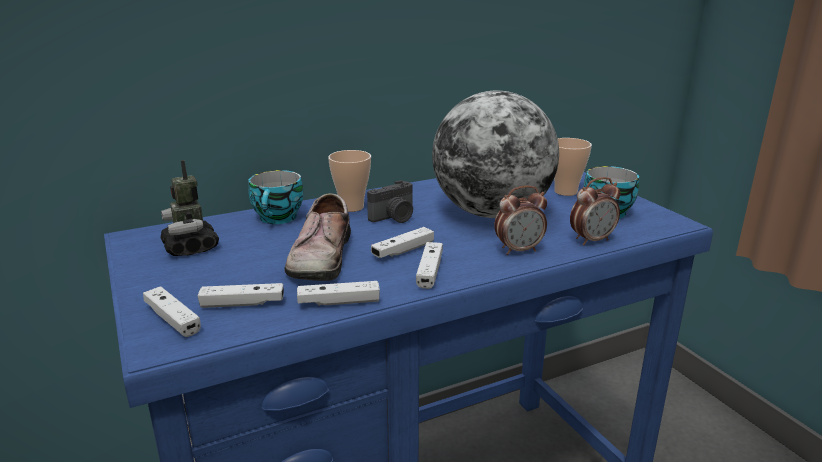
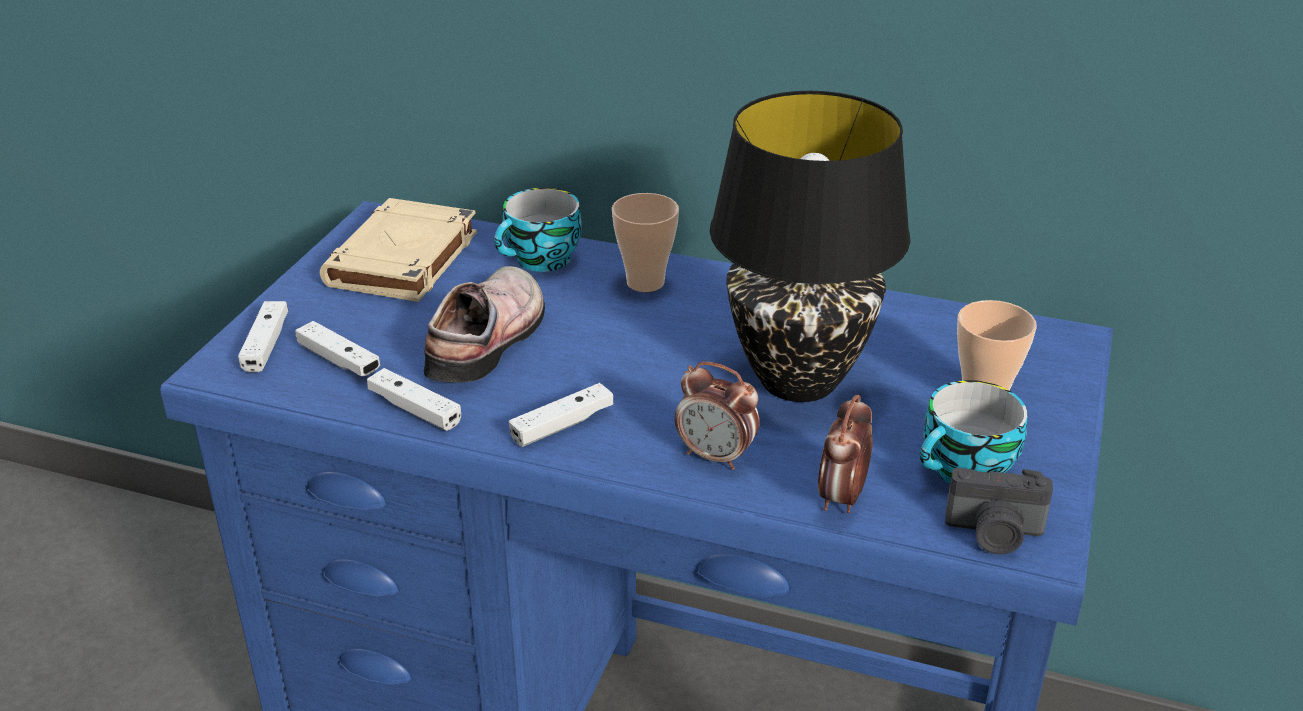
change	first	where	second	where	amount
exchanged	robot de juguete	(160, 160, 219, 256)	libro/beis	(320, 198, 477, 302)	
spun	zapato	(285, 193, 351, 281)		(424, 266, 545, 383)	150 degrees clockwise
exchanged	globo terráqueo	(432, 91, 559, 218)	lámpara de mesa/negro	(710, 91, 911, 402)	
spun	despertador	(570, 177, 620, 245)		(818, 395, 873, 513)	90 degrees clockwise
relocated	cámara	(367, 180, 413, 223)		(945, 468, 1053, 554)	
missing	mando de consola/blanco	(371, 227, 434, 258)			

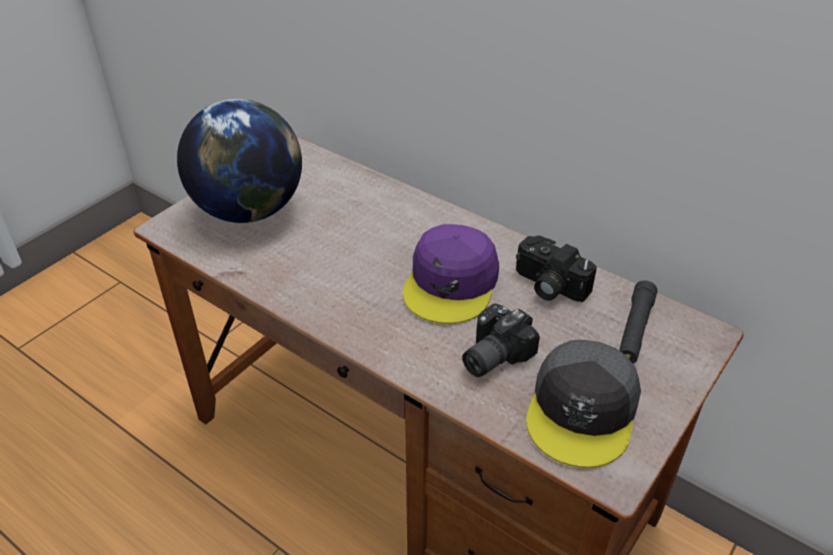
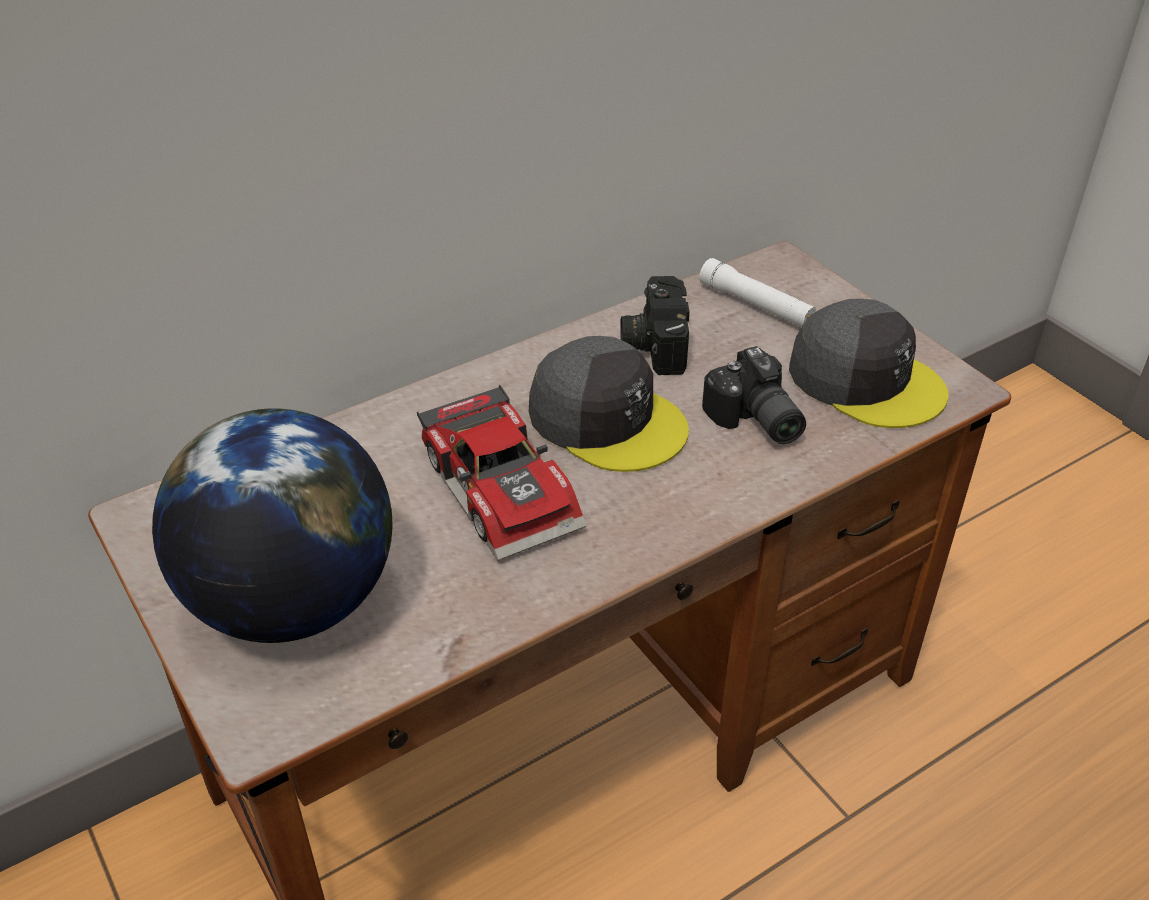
change	first	where	second	where	amount
appeared			coche de juguete	(417, 385, 586, 561)	
colour	gorra/morado	(403, 224, 499, 324)	gorra/gris	(529, 336, 689, 472)	
spun	cámara	(516, 235, 597, 302)		(620, 276, 690, 375)	120 degrees clockwise
colour	linterna/negro	(619, 280, 657, 363)	linterna/blanco	(699, 258, 816, 327)	

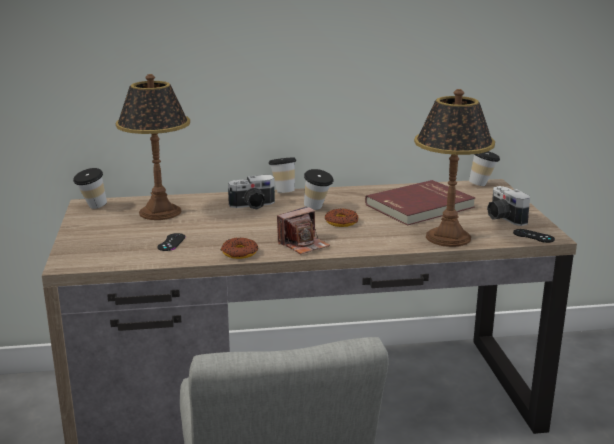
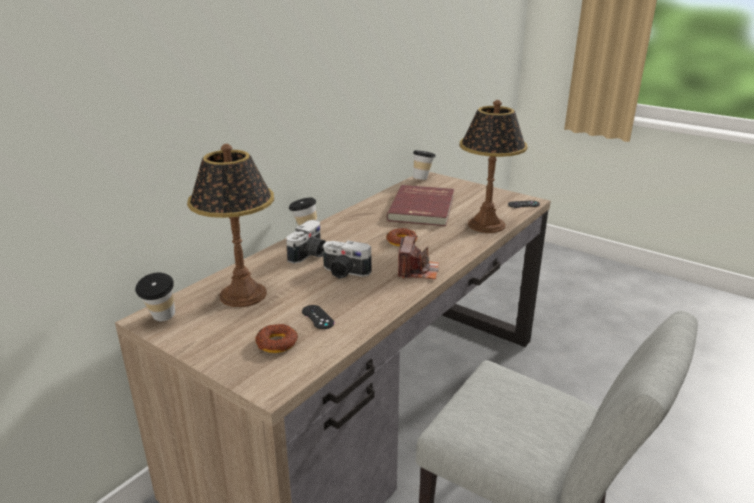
change	first	where	second	where	amount
relocated	rosquilla	(221, 237, 258, 259)		(255, 324, 298, 353)	
relocated	cámara	(487, 186, 530, 226)		(323, 240, 372, 279)	
missing	taza	(304, 169, 334, 210)			

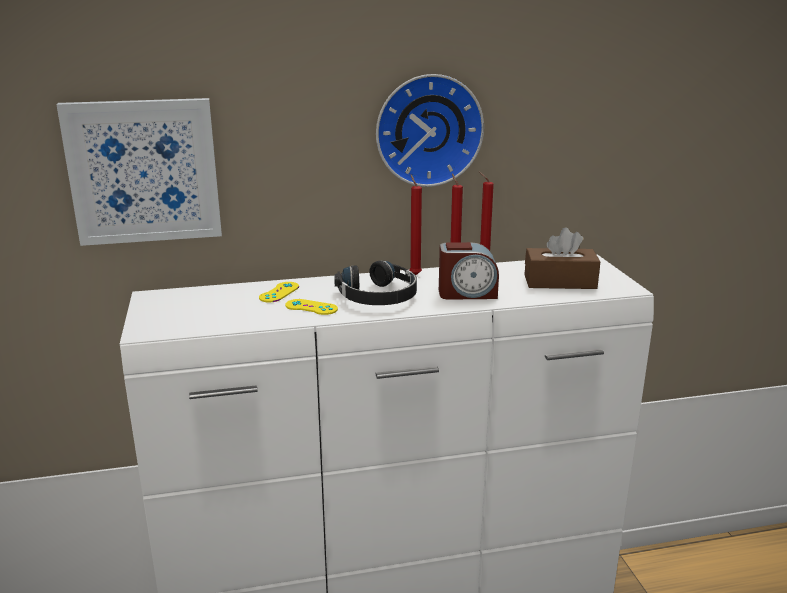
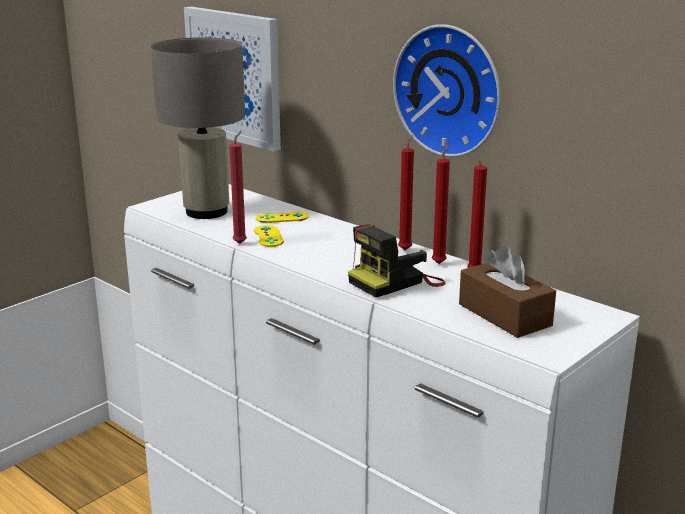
change	first	where	second	where	amount
appeared			lámpara de mesa/gris	(151, 37, 245, 219)	
appeared			vela/rojo	(229, 130, 247, 244)	
exchanged	despertador	(439, 242, 499, 300)	cámara	(348, 224, 446, 298)	
missing	auriculares/negro	(334, 261, 417, 305)			

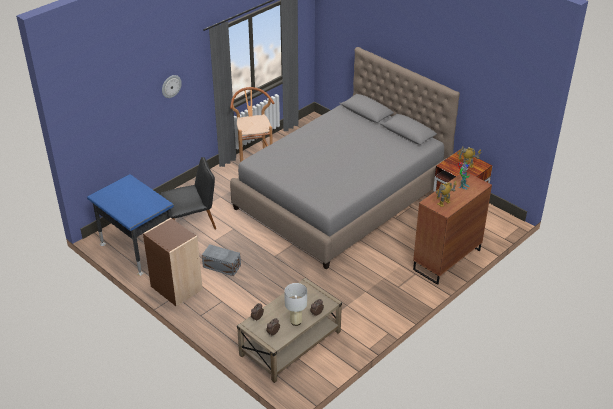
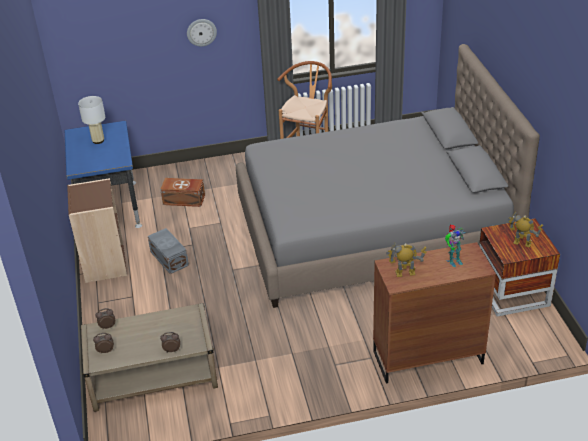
change	first	where	second	where	amount
relocated	lámpara de mesa/blanco	(284, 283, 307, 326)		(78, 96, 105, 144)	
exchanged	silla/negro	(160, 157, 216, 229)	caja de almacenaje/marrón	(160, 178, 205, 207)	

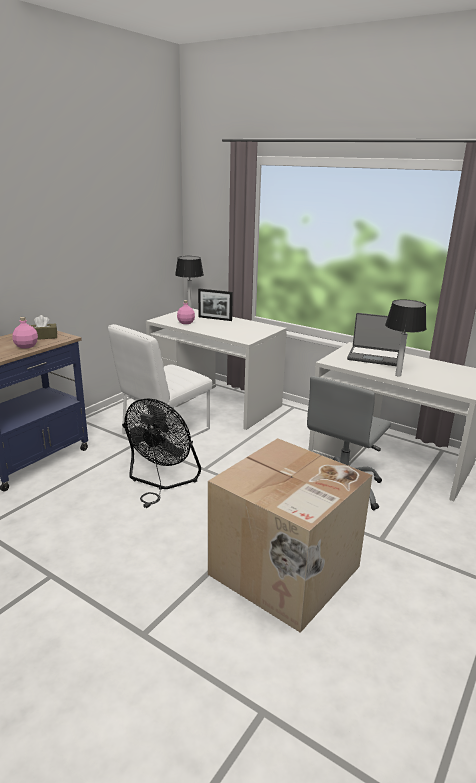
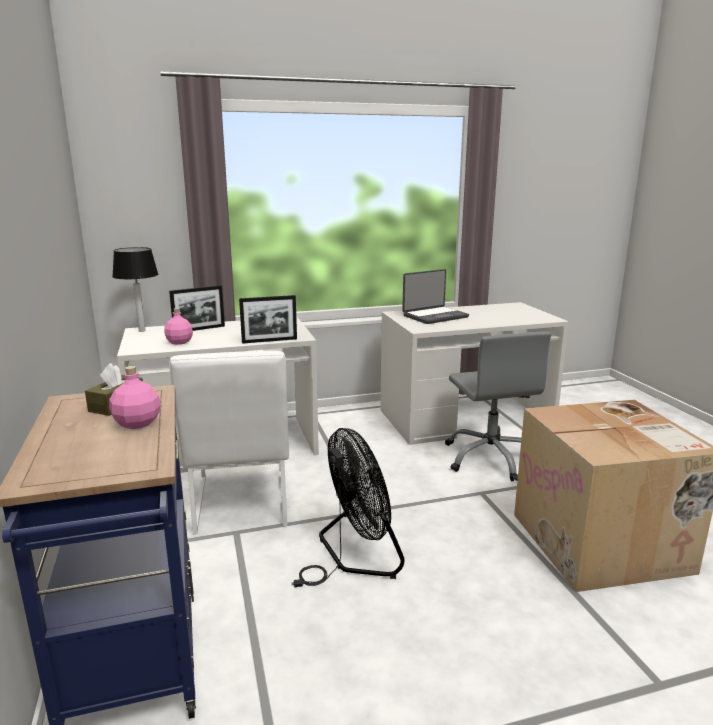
change	first	where	second	where	amount
appeared			portarretratos	(239, 295, 297, 344)	
spun	ventilador/negro	(122, 399, 201, 508)		(291, 428, 404, 587)	90 degrees clockwise
missing	lámpara de mesa	(385, 300, 427, 377)			

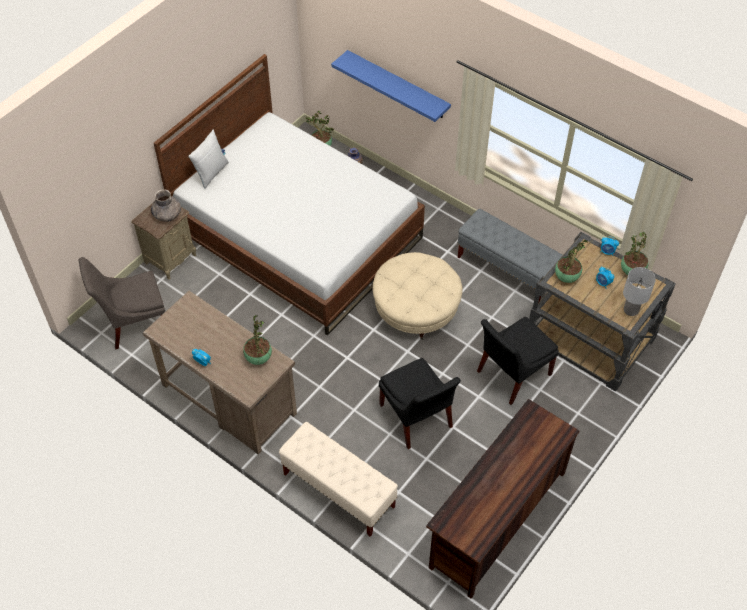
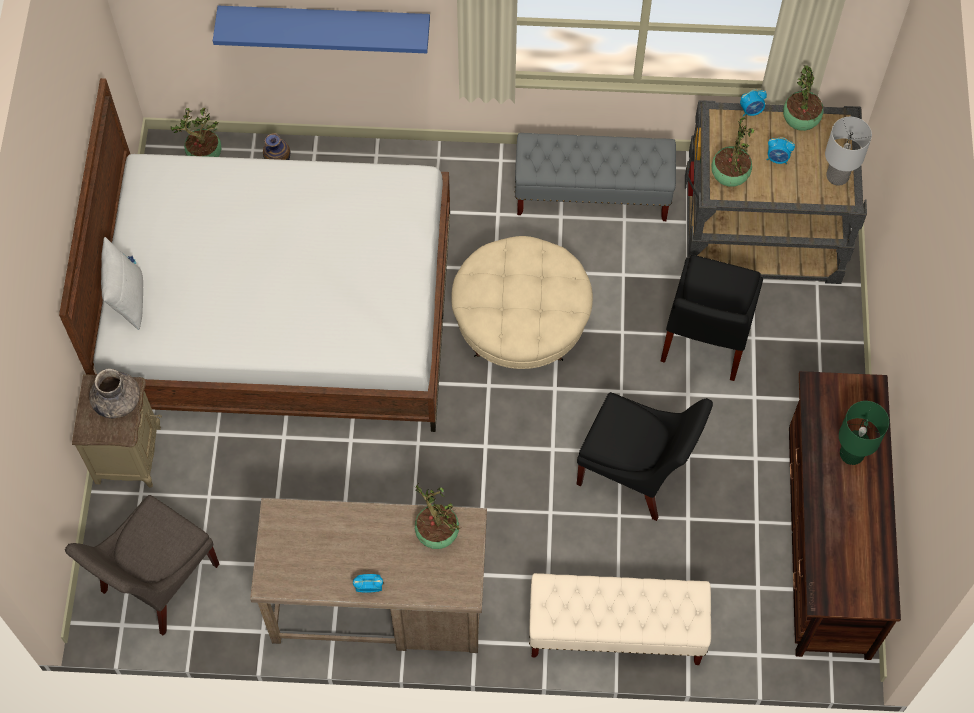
change	first	where	second	where	amount
appeared			lámpara de mesa/verde	(839, 401, 889, 465)	

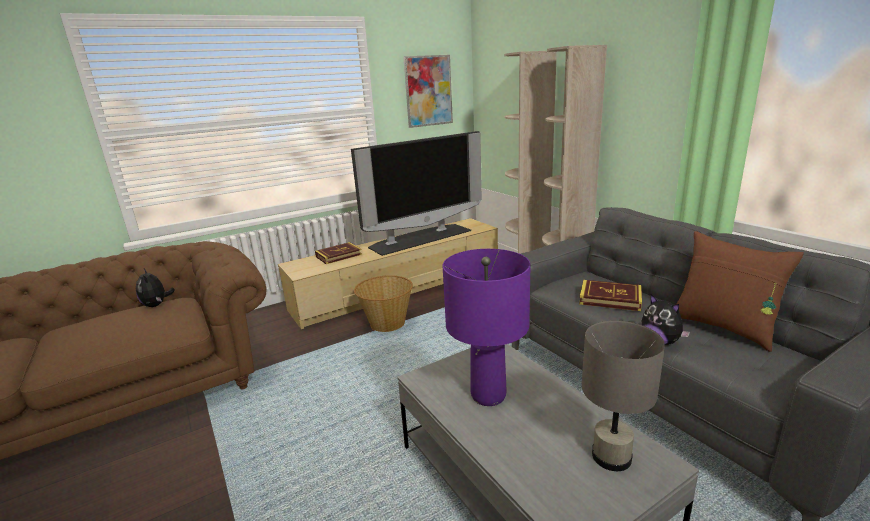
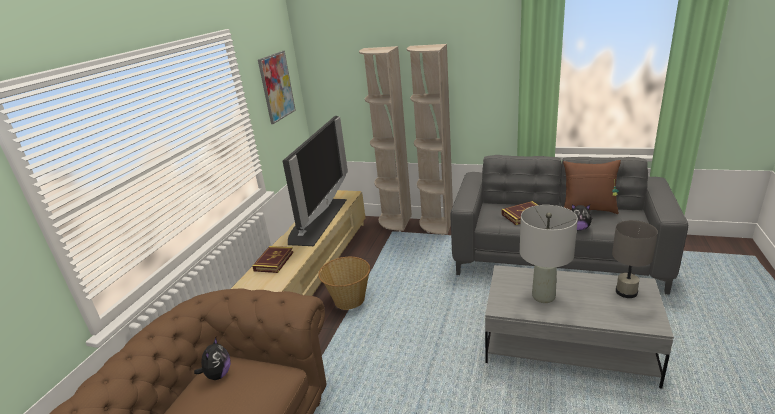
change	first	where	second	where	amount
spun	peluche	(136, 269, 174, 307)		(194, 337, 231, 380)	105 degrees counterclockwise
colour	lámpara de mesa/morado	(443, 249, 531, 406)	lámpara de mesa/gris	(520, 205, 578, 303)	

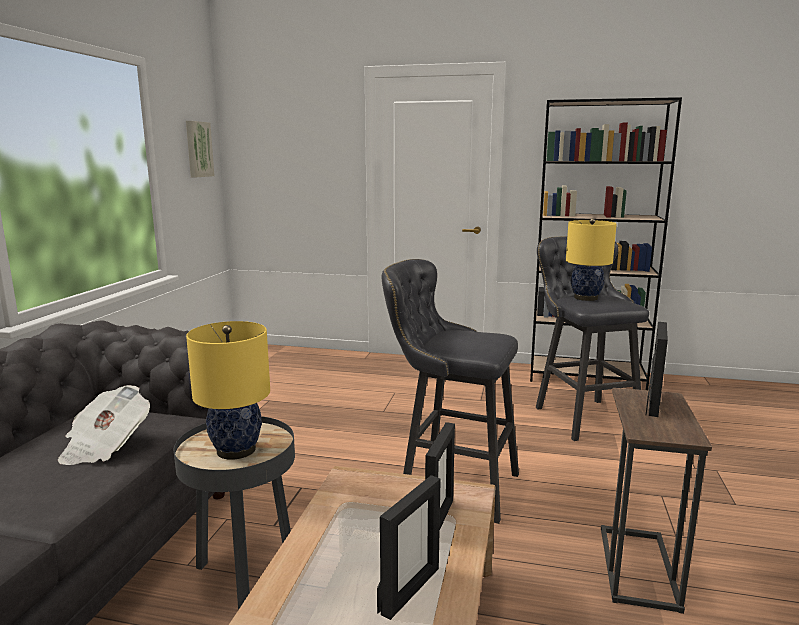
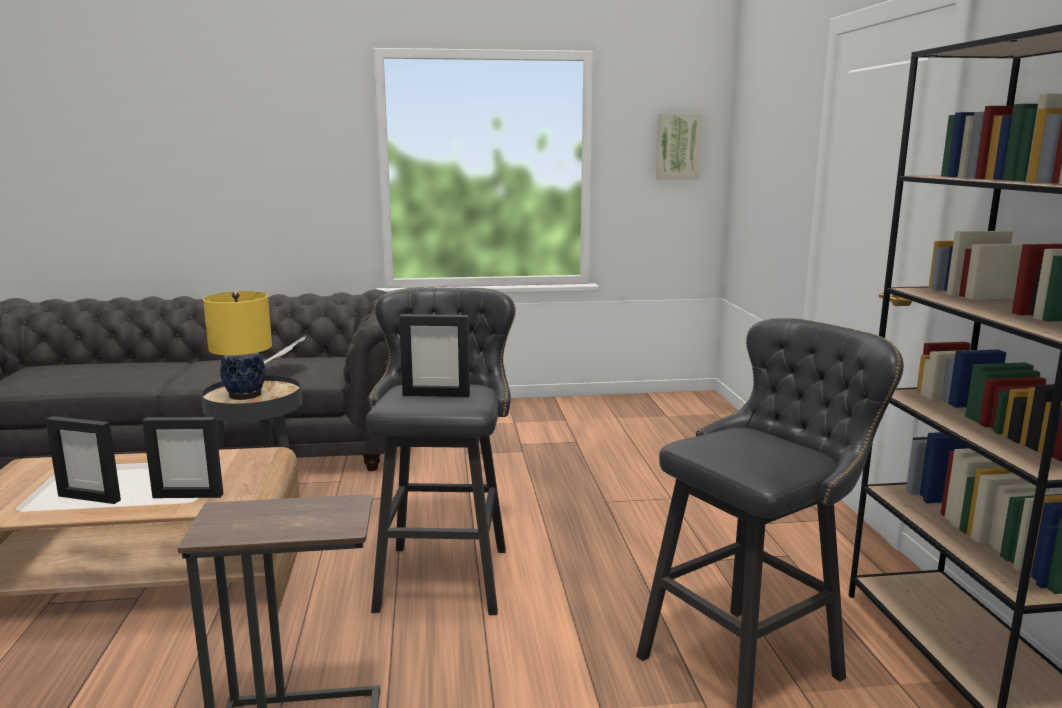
change	first	where	second	where	amount
relocated	portarretratos	(646, 322, 668, 417)		(399, 314, 470, 397)	
missing	lámpara de mesa/amarillo	(566, 218, 617, 301)			

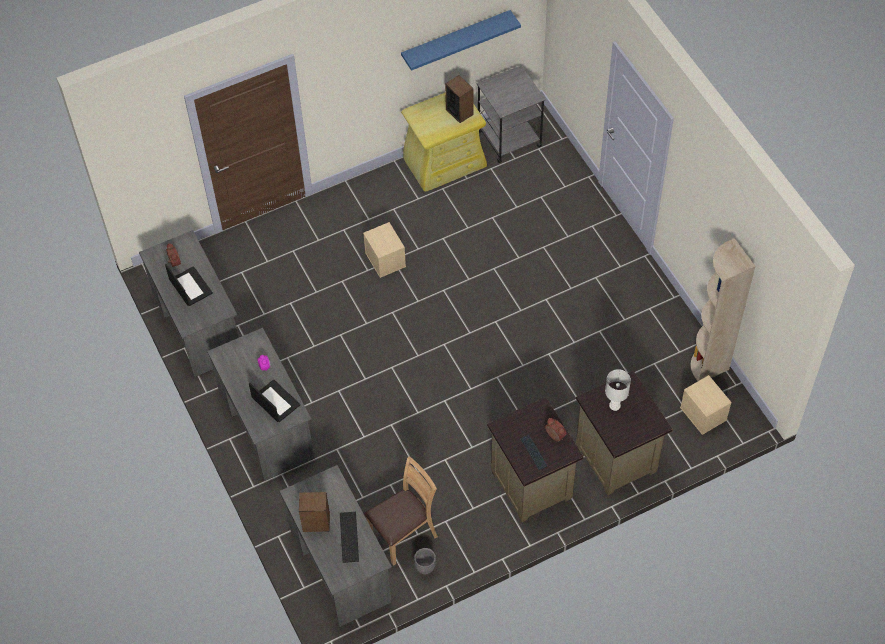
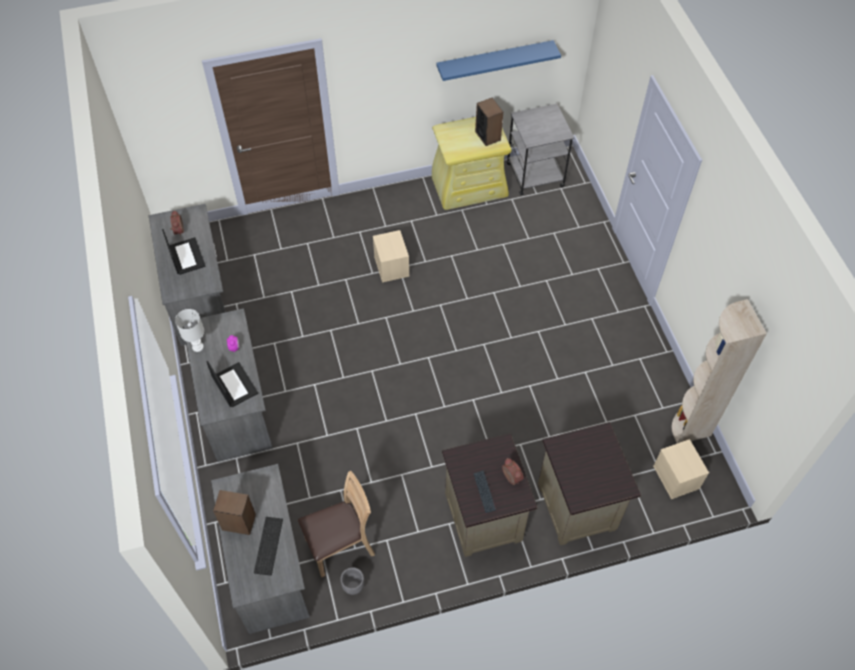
change	first	where	second	where	amount
relocated	lámpara de mesa/blanco	(605, 369, 631, 411)		(175, 309, 204, 352)	

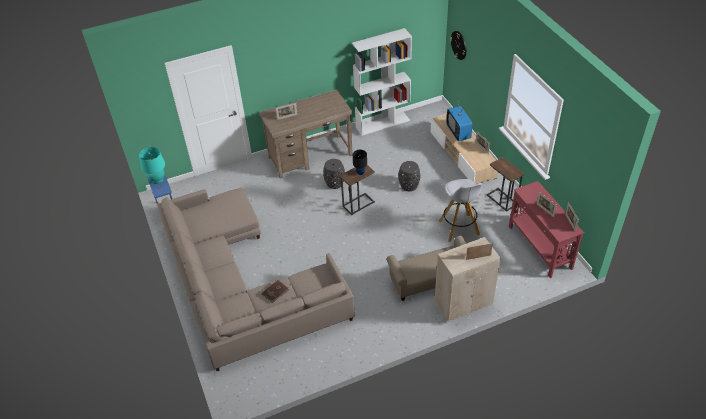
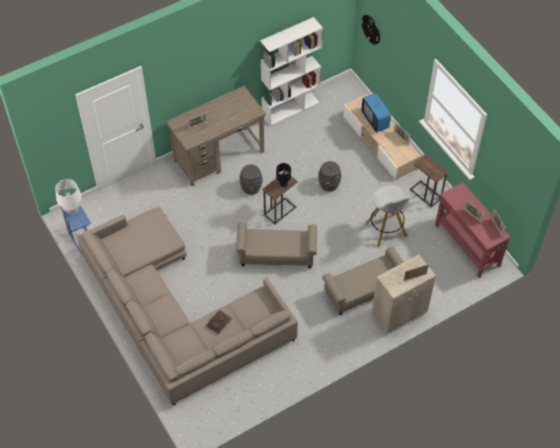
change	first	where	second	where	amount
colour	lámpara de mesa/turquesa	(139, 147, 165, 184)	lámpara de mesa/blanco	(55, 179, 82, 214)	
appeared			puf/beis	(236, 222, 317, 268)	

